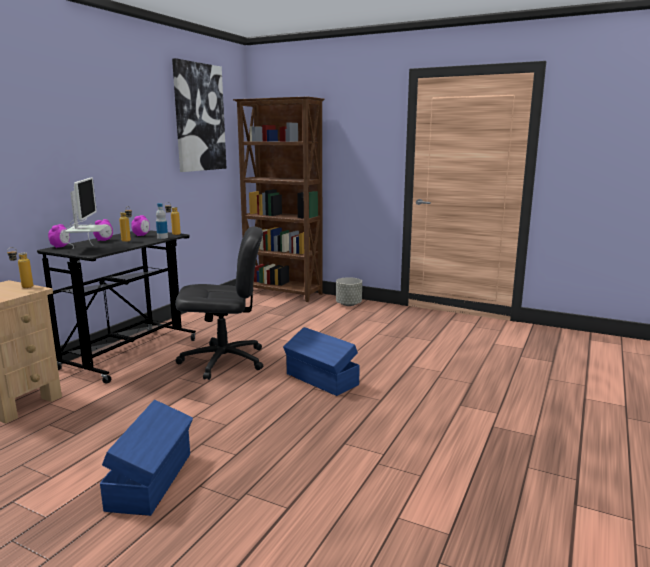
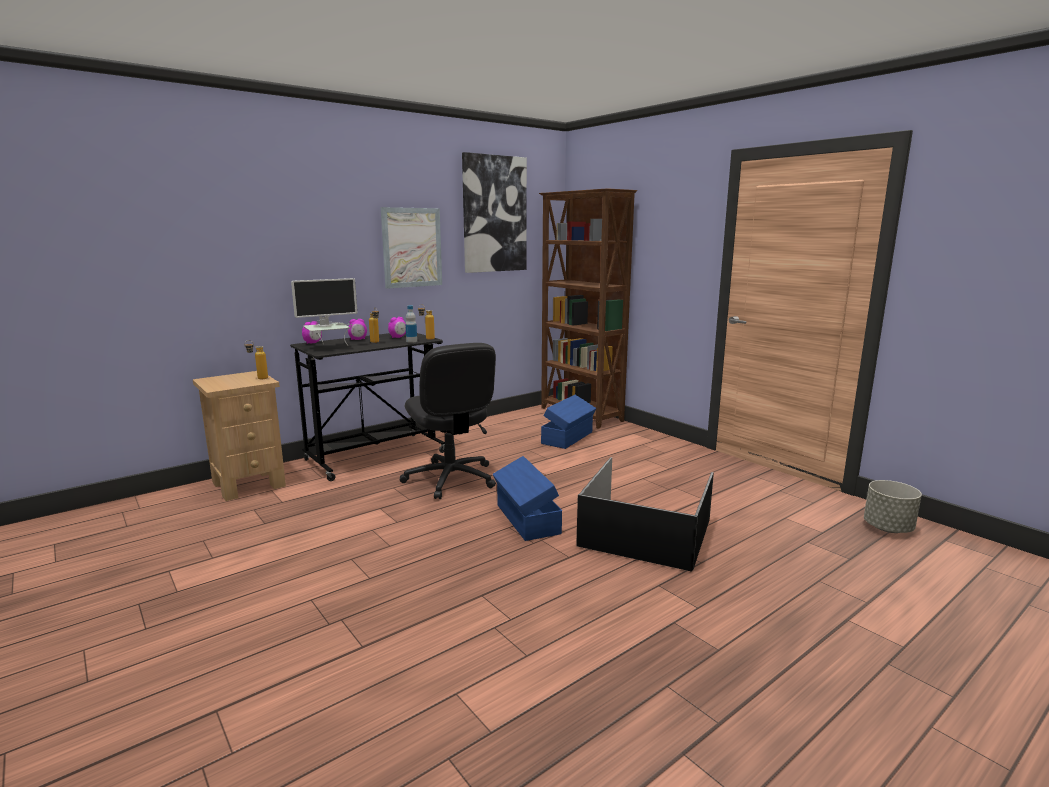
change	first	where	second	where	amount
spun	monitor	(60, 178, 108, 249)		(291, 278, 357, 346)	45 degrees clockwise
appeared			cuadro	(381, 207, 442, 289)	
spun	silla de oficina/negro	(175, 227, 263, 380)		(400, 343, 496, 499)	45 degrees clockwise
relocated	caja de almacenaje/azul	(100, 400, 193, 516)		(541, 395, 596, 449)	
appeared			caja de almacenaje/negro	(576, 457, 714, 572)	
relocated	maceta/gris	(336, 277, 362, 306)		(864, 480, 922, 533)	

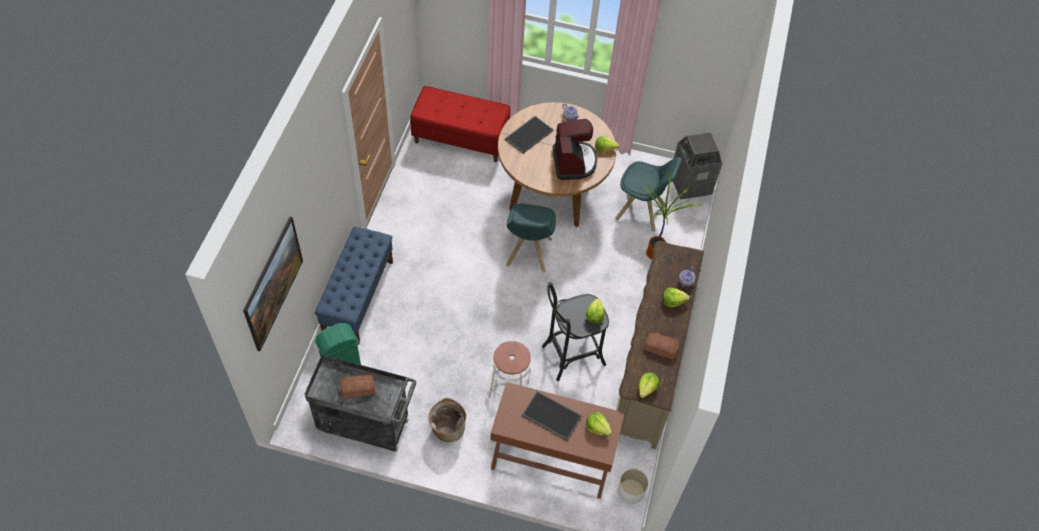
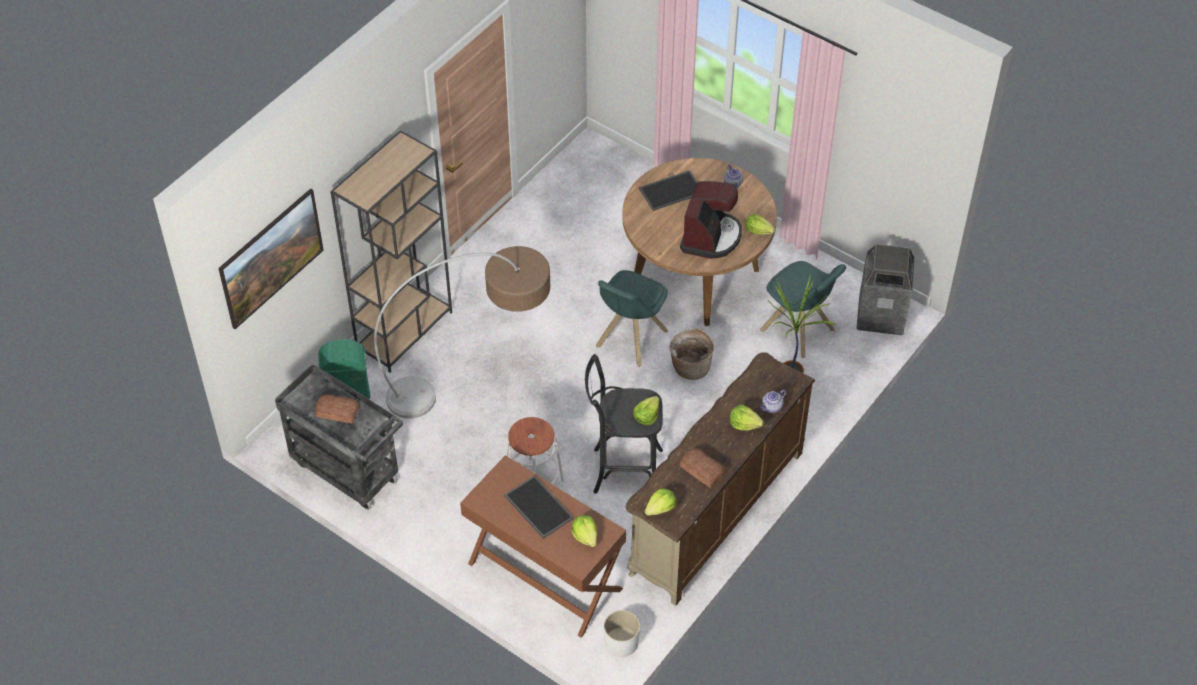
change	first	where	second	where	amount
exchanged	banco/azul	(315, 226, 393, 345)	estantería	(330, 130, 452, 373)	
appeared			lámpara de pie	(374, 246, 550, 419)	
relocated	cesta	(428, 398, 466, 442)		(670, 328, 714, 380)	
missing	banco/rojo	(410, 86, 511, 162)			

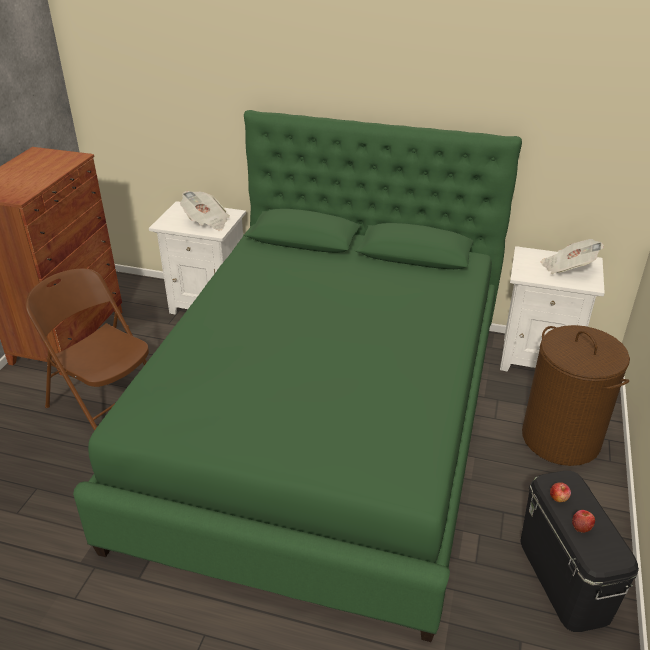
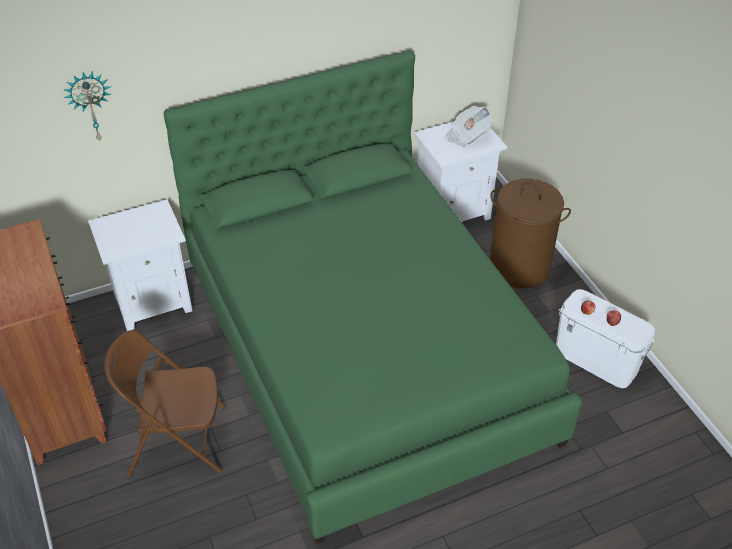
change	first	where	second	where	amount
appeared			reloj de pared	(63, 71, 111, 141)	
colour	caja de almacenaje/negro	(520, 471, 639, 632)	caja de almacenaje/blanco	(556, 289, 655, 388)	
missing	periódico	(180, 191, 230, 230)			

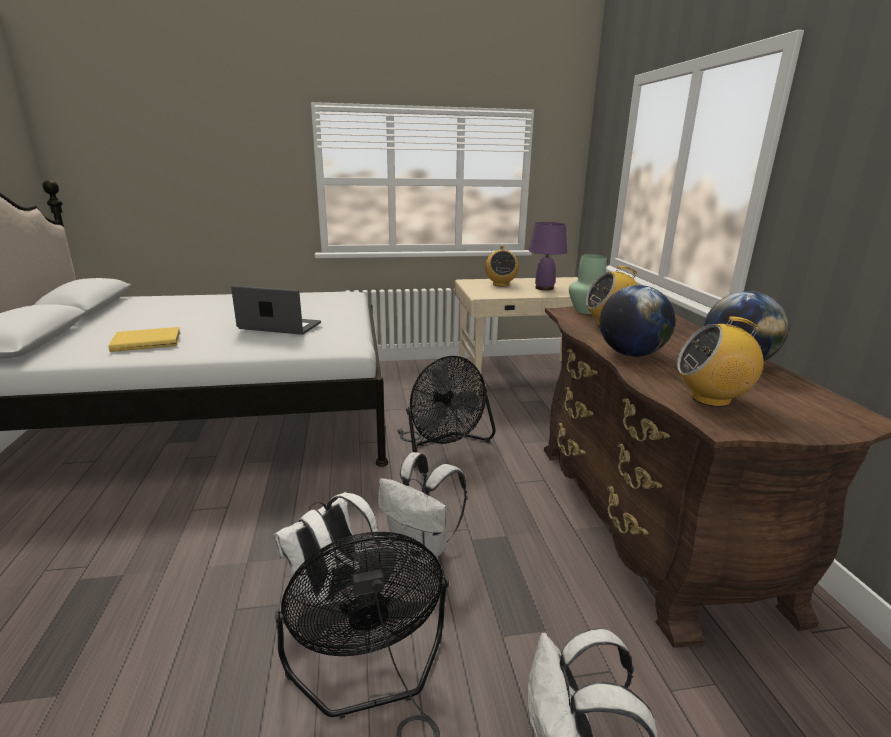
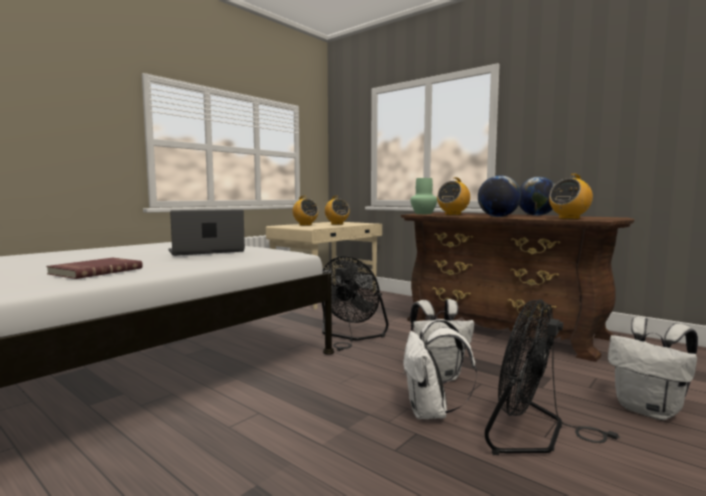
change	first	where	second	where	amount
colour	libro/amarillo	(108, 327, 181, 352)	libro/rojo	(46, 258, 143, 279)	
spun	ventilador/negro	(398, 356, 496, 468)		(322, 256, 389, 351)	75 degrees counterclockwise
exchanged	lámpara de mesa/morado	(529, 222, 567, 291)	radio	(325, 196, 350, 225)	

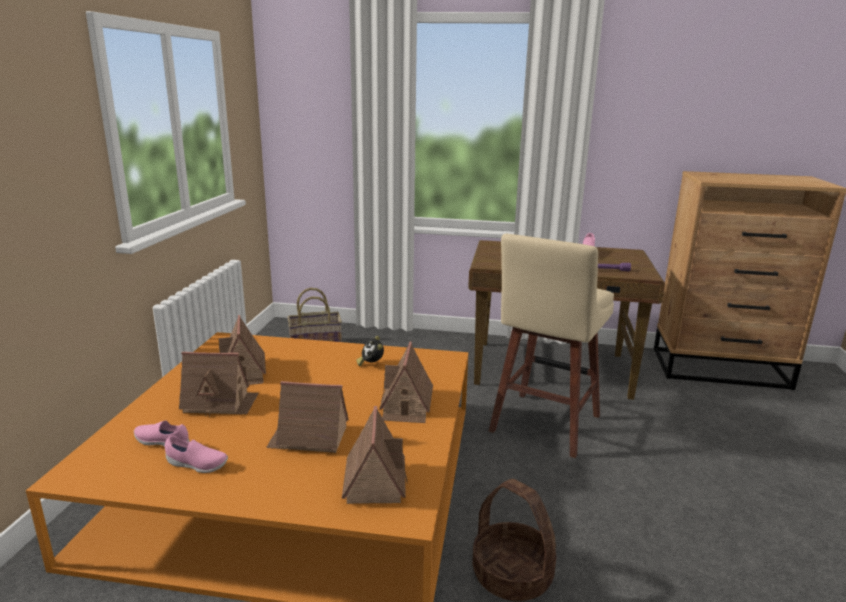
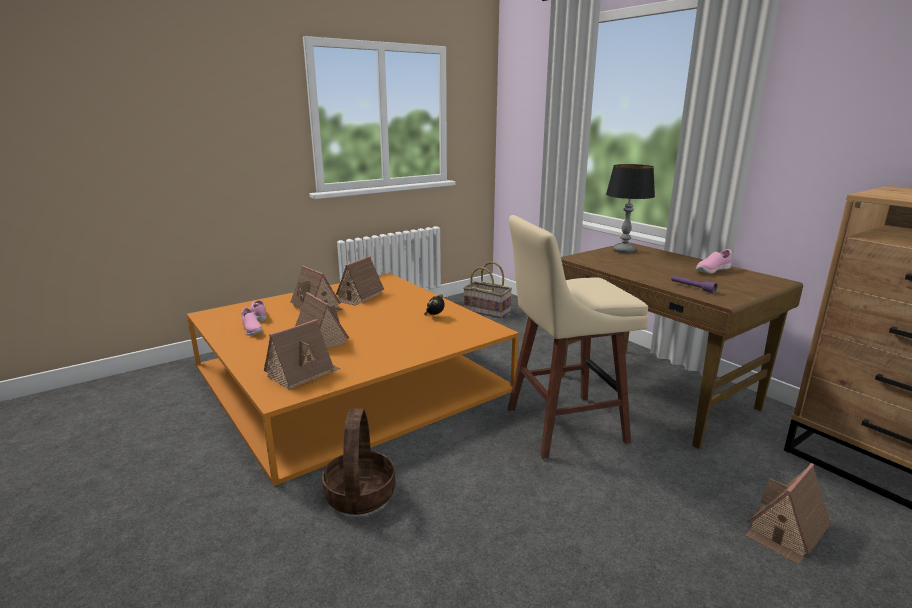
change	first	where	second	where	amount
appeared			lámpara de mesa	(606, 164, 655, 253)	
relocated	casita	(379, 341, 433, 423)		(745, 463, 831, 564)	

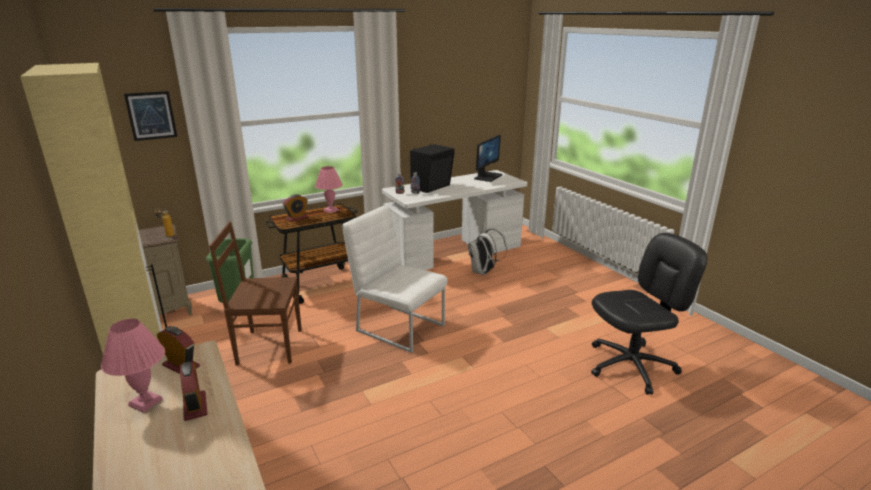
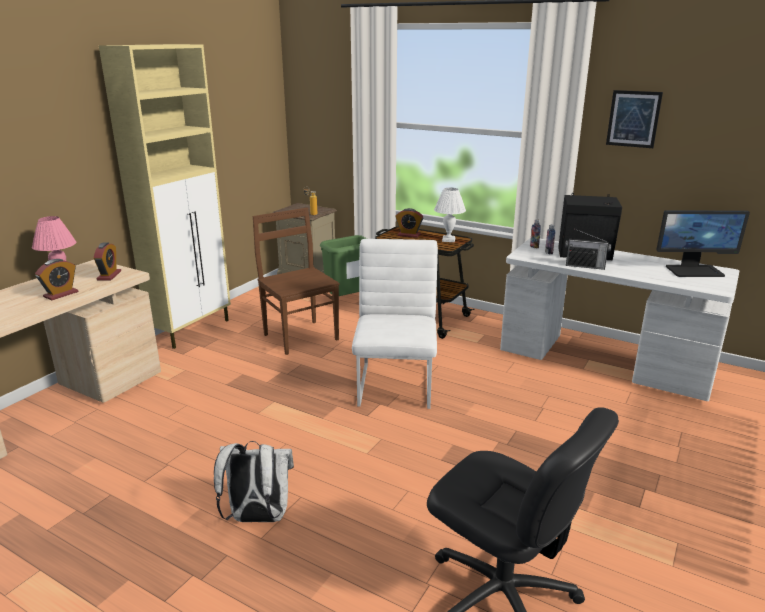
change	first	where	second	where	amount
relocated	mochila/blanco	(468, 228, 507, 275)		(214, 441, 294, 522)	
colour	lámpara de mesa/rosa	(315, 166, 343, 213)	lámpara de mesa/blanco	(434, 188, 466, 242)	
appeared			radio	(565, 229, 611, 270)	
relocated	cuadro	(124, 91, 177, 141)		(606, 90, 663, 148)	

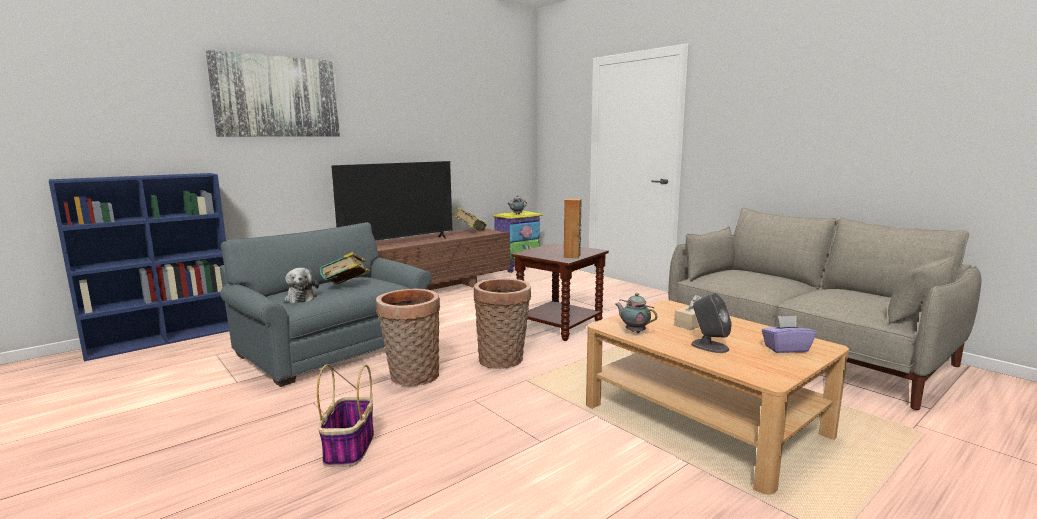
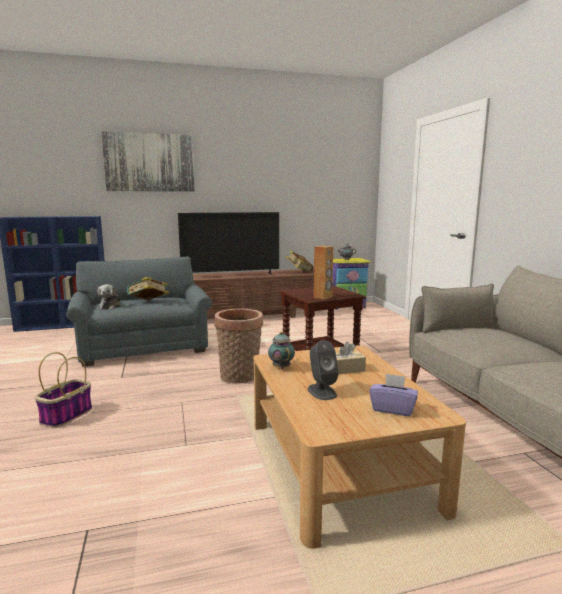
change	first	where	second	where	amount
missing	cesta	(376, 288, 440, 386)			

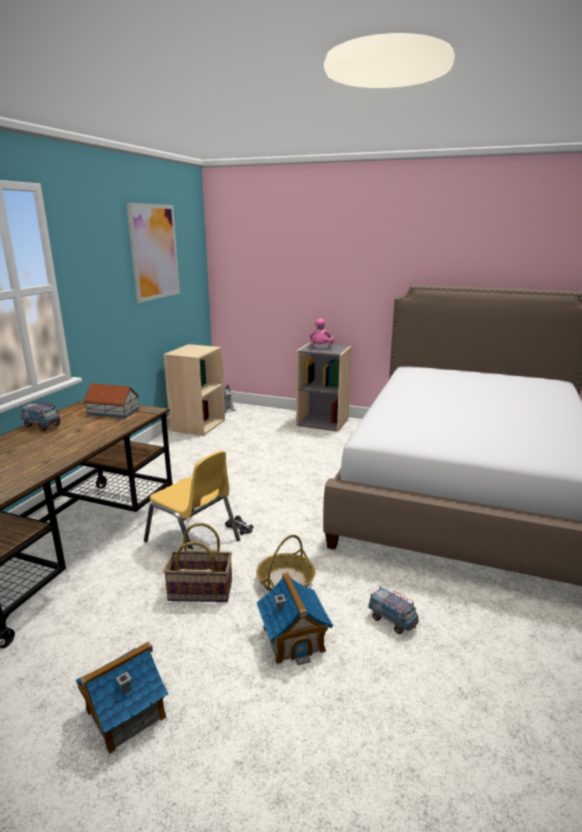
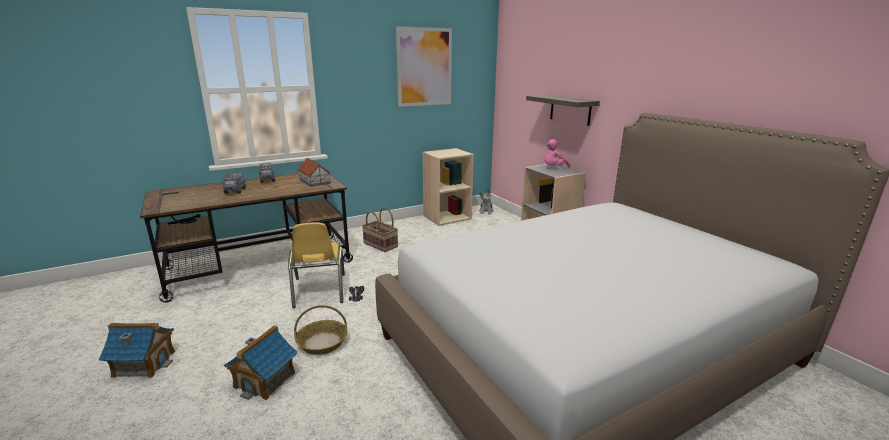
change	first	where	second	where	amount
relocated	camión de juguete	(369, 586, 419, 634)		(222, 173, 246, 194)	
relocated	cesta	(163, 523, 232, 602)		(362, 207, 398, 252)	
appeared			estante	(526, 95, 600, 126)	

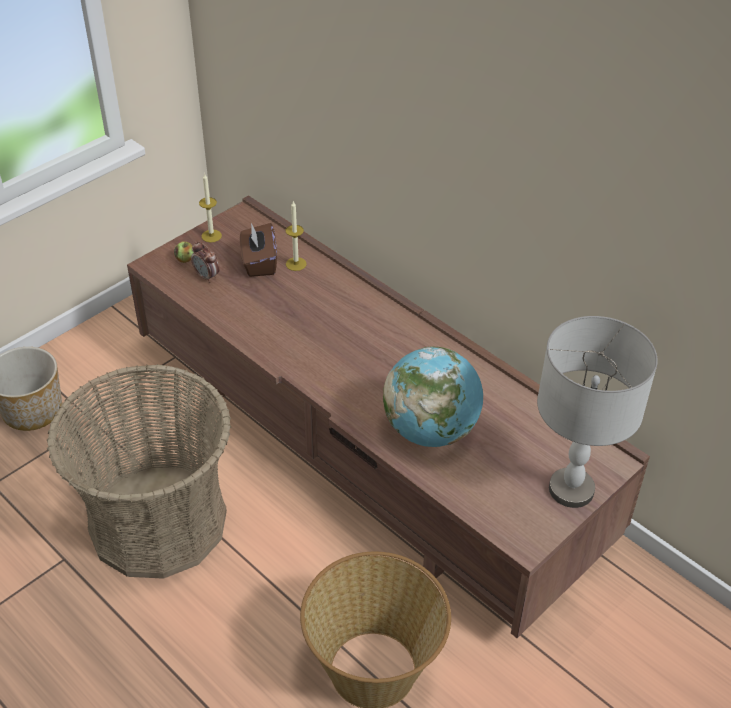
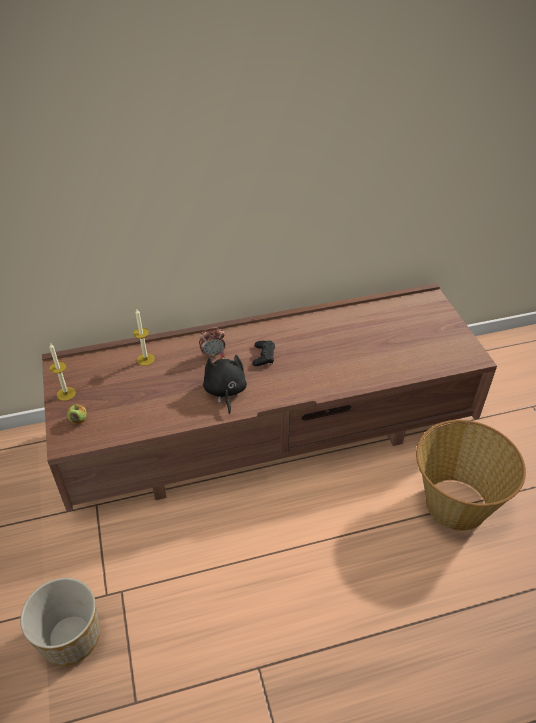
change	first	where	second	where	amount
relocated	despertador	(191, 241, 220, 283)		(199, 327, 225, 358)	
appeared			peluche/negro	(203, 351, 247, 414)	
appeared			mando de consola/negro	(252, 340, 275, 366)	
missing	cesta	(47, 364, 231, 579)			
missing	caja de pañuelos/marrón	(240, 223, 277, 277)			
missing	globo terráqueo	(383, 347, 483, 447)			
missing	lámpara de mesa/gris	(537, 316, 658, 508)			

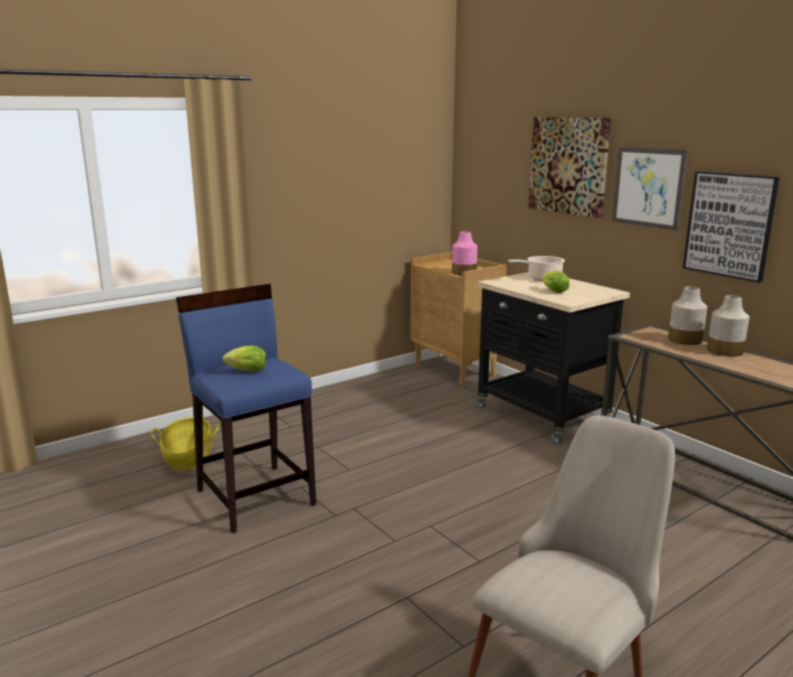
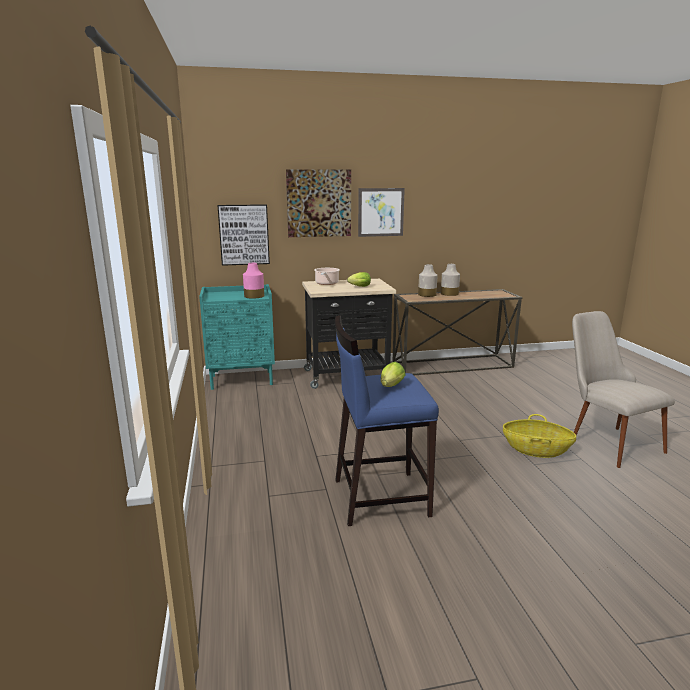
change	first	where	second	where	amount
colour	armario/marrón	(410, 252, 507, 387)	armario/turquesa	(199, 284, 275, 390)	
relocated	cuadro	(683, 171, 780, 283)		(217, 204, 270, 266)	
relocated	cesta	(151, 417, 219, 470)		(503, 414, 576, 458)	

